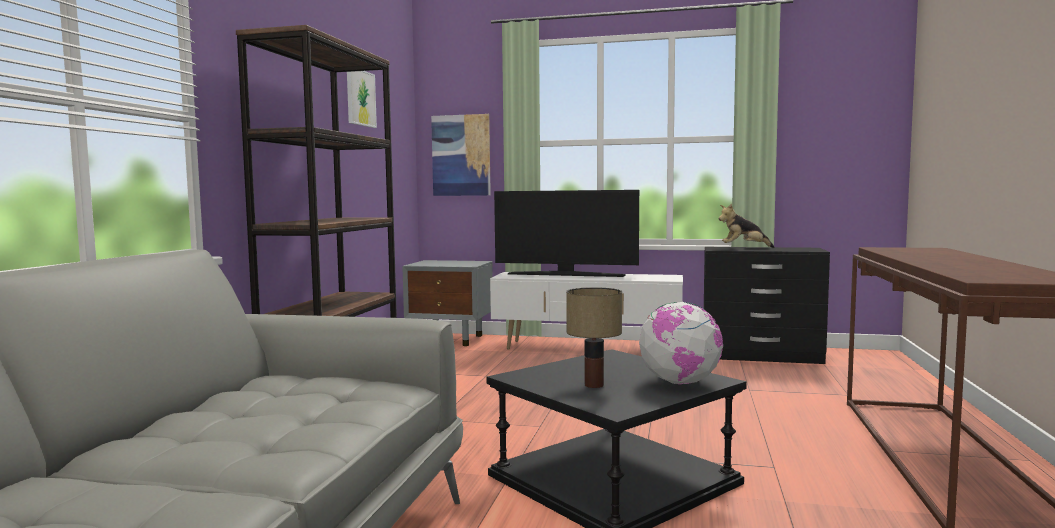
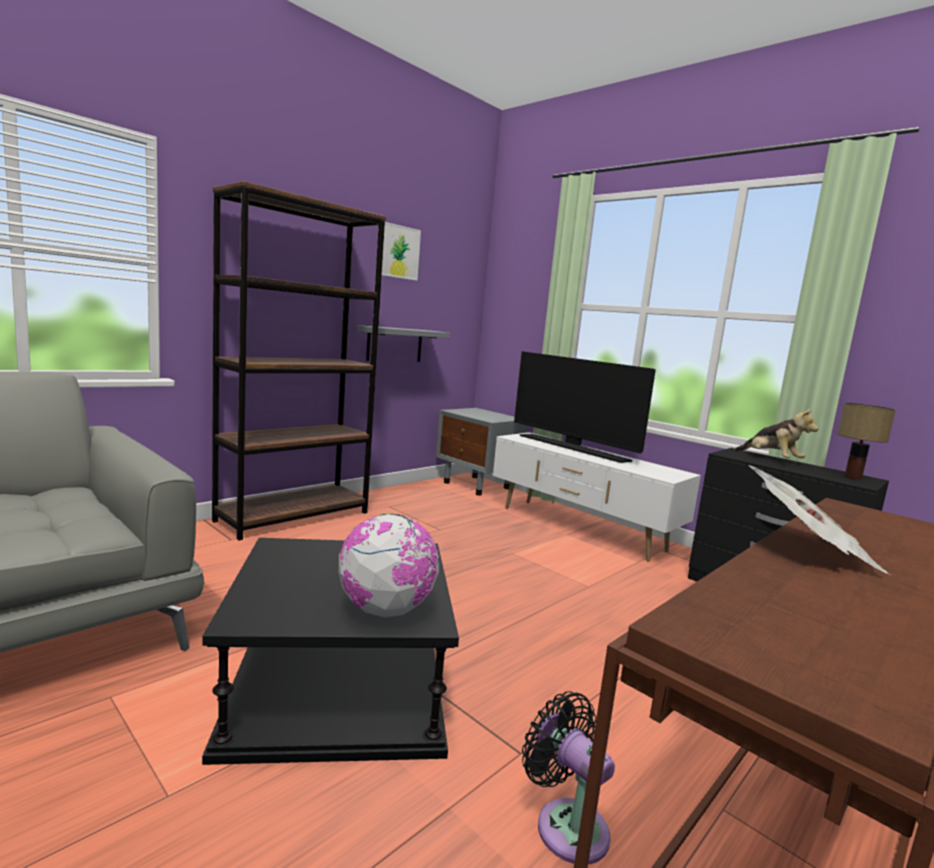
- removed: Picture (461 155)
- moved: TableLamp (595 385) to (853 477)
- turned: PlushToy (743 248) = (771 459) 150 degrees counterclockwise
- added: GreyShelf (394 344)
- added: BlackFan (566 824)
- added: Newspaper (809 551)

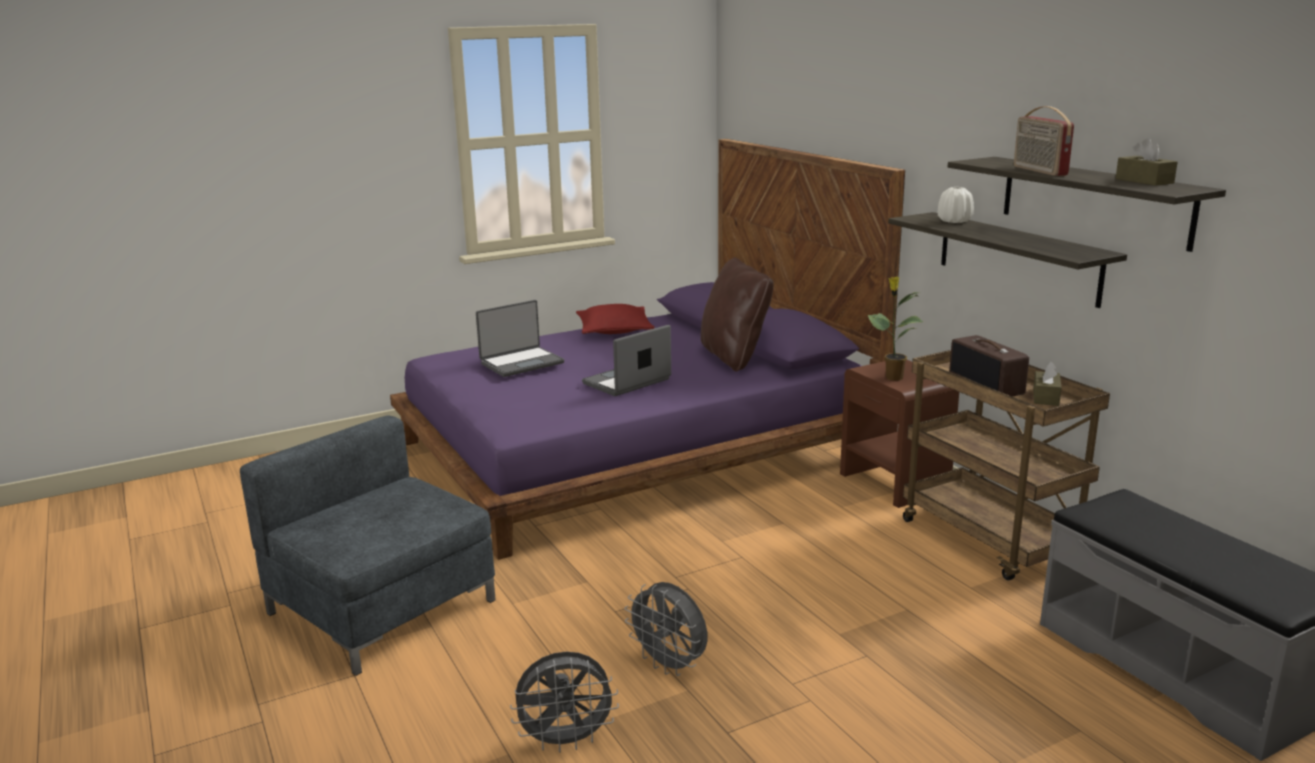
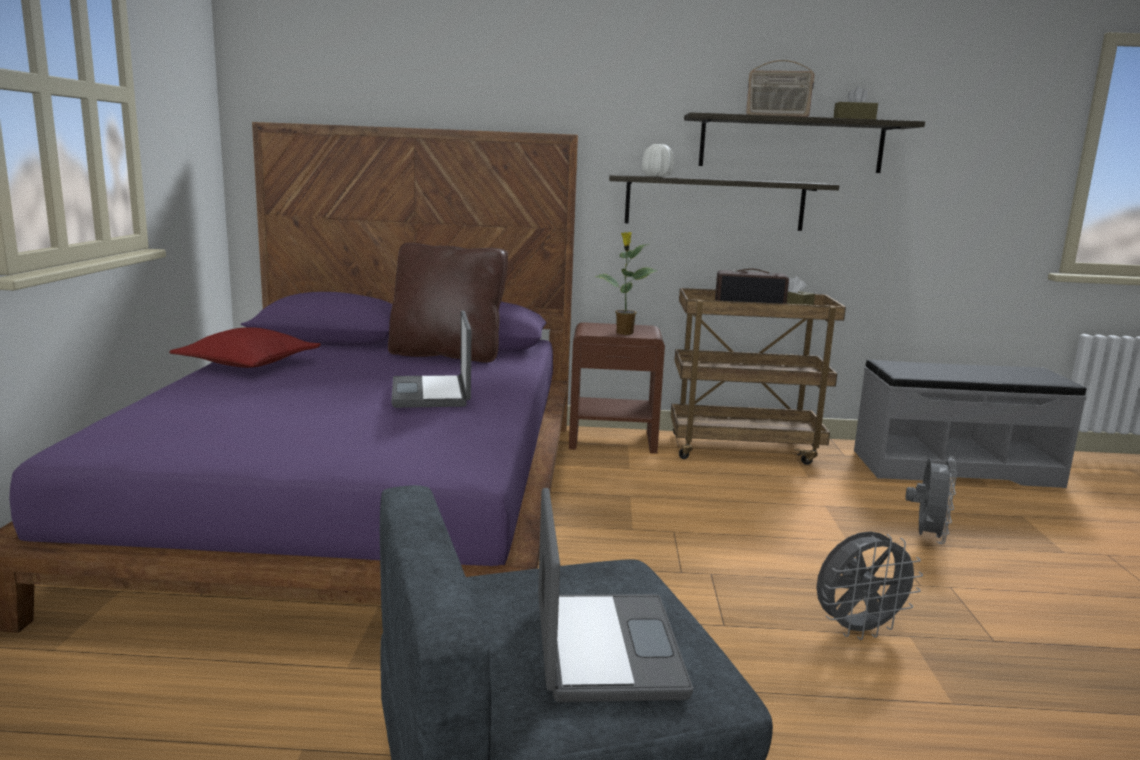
- moved: Laptop (521 363) to (603 648)
- moved: GreyFan (566 741) to (926 537)

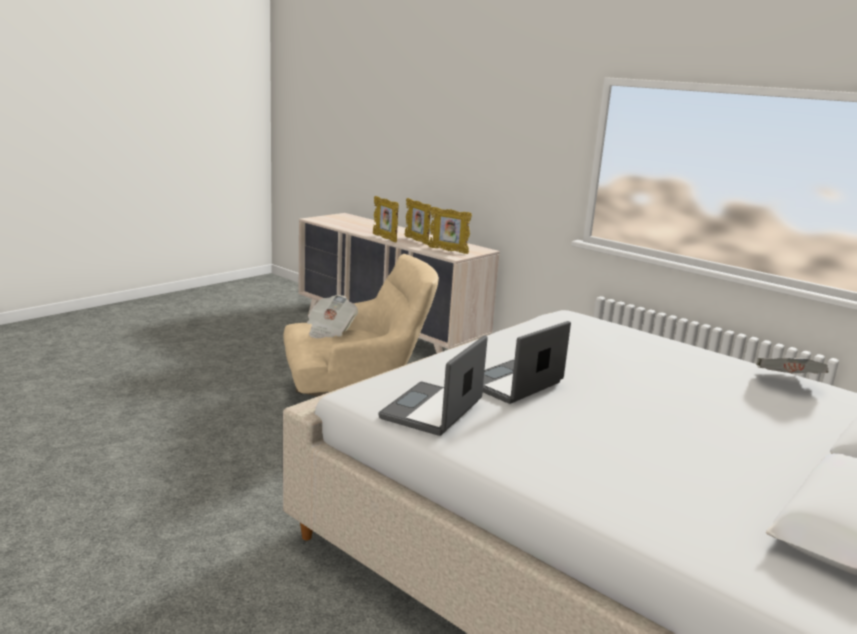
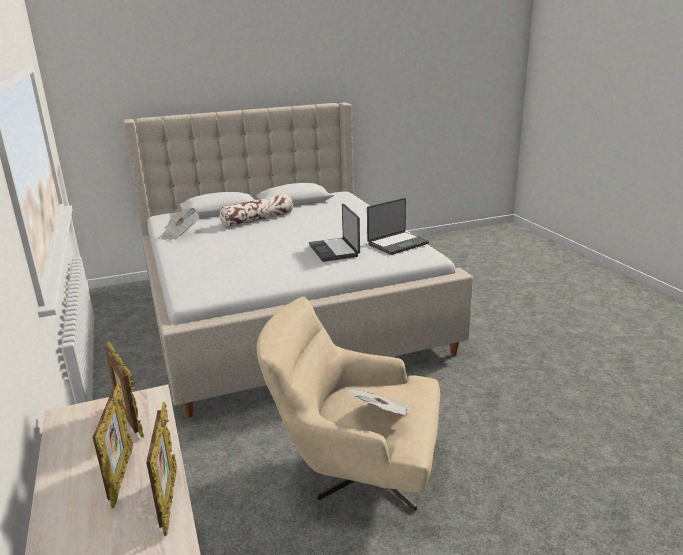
- turned: Laptop (514 384) = (335 250) 90 degrees clockwise
- added: Pillow (258 220)

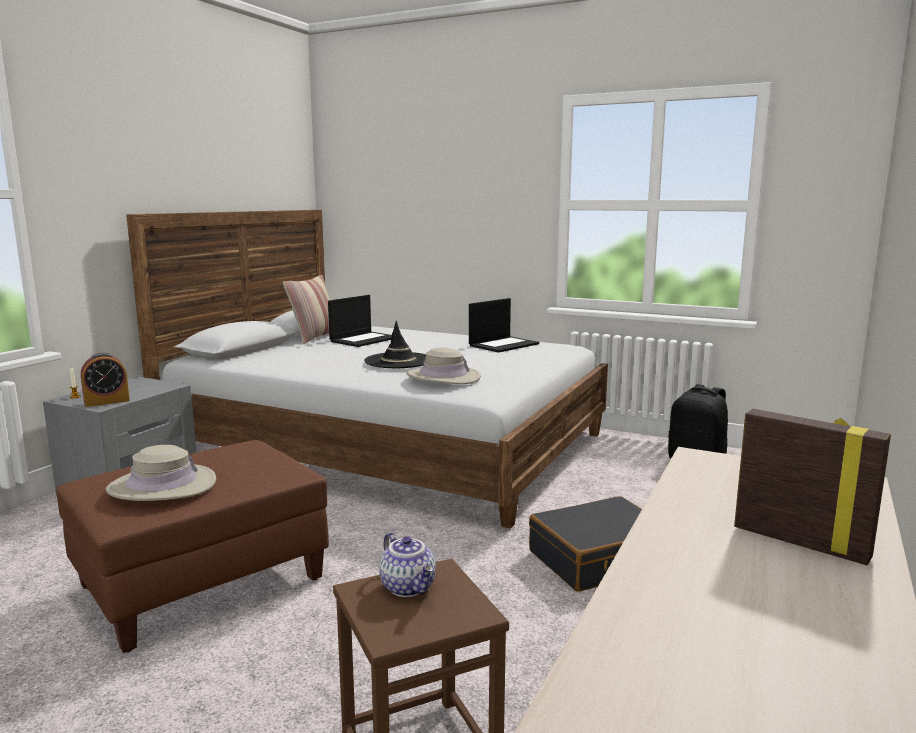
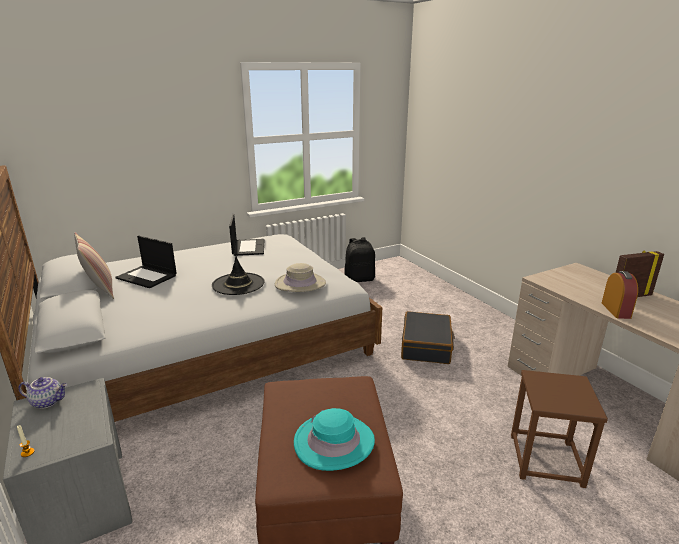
- moved: AlarmClock (107 402) to (615 310)
- recoloured: BeigeHat (162 486) to TurquoiseHat (334 442)
- turned: Laptop (364 339) = (147 277) 135 degrees clockwise
- moved: Teapot (409 587) to (48 401)

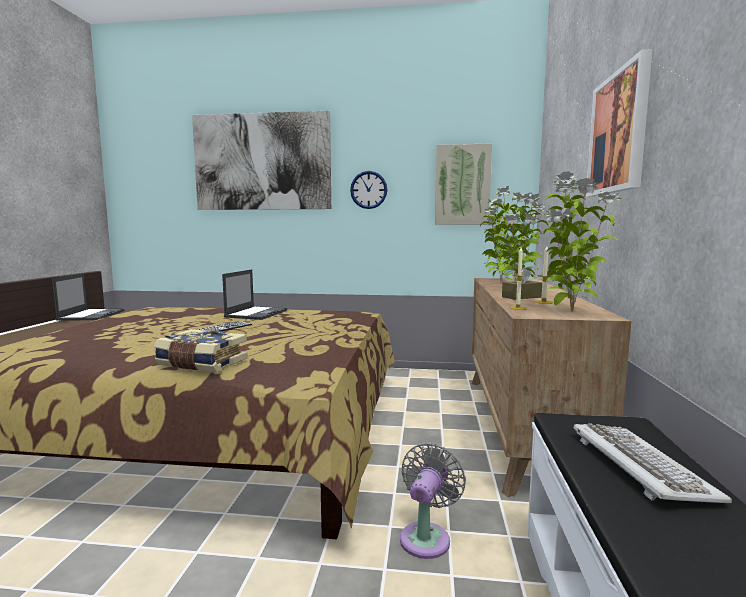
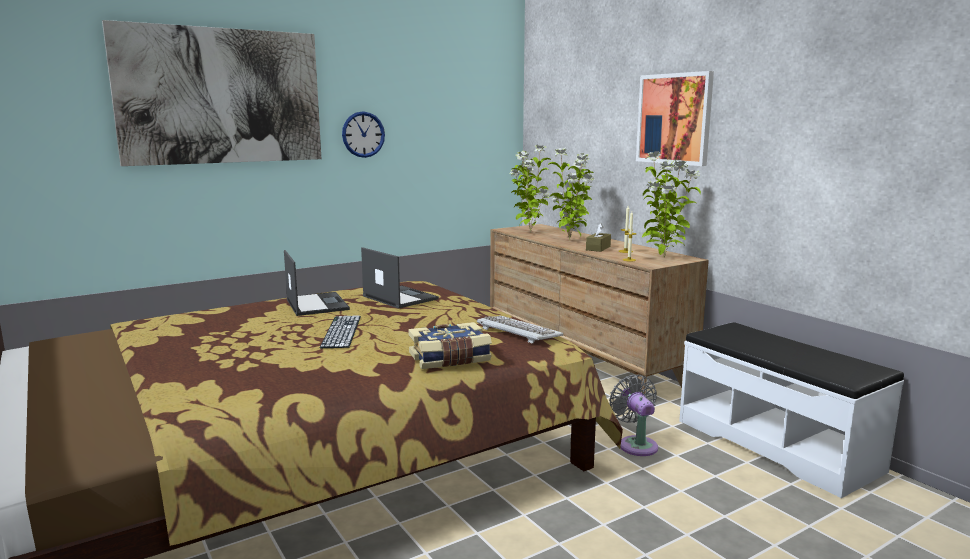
- moved: Laptop (92 315) to (399 297)
- removed: Picture (462 185)
- moved: Keyboard (638 465) to (518 332)

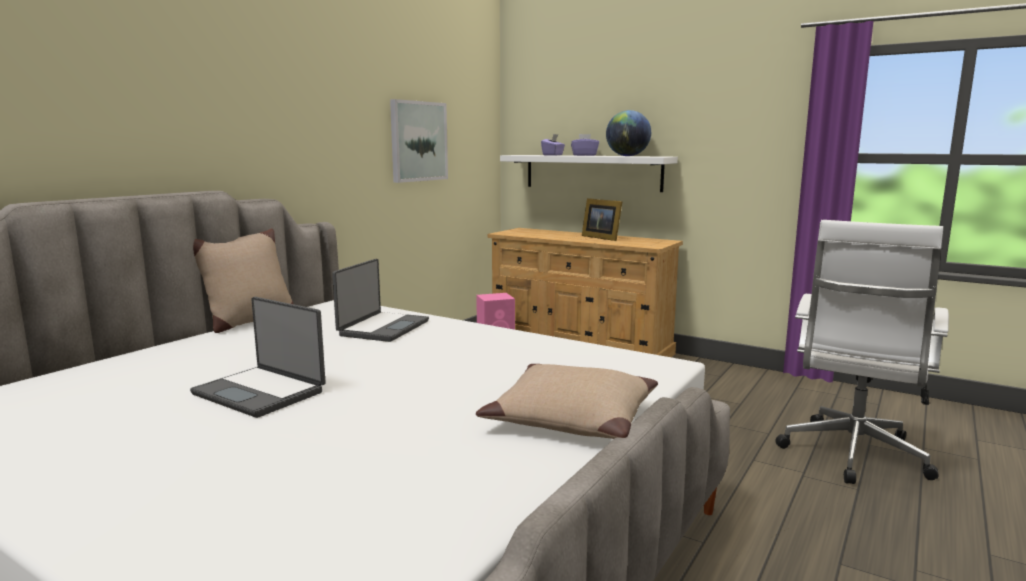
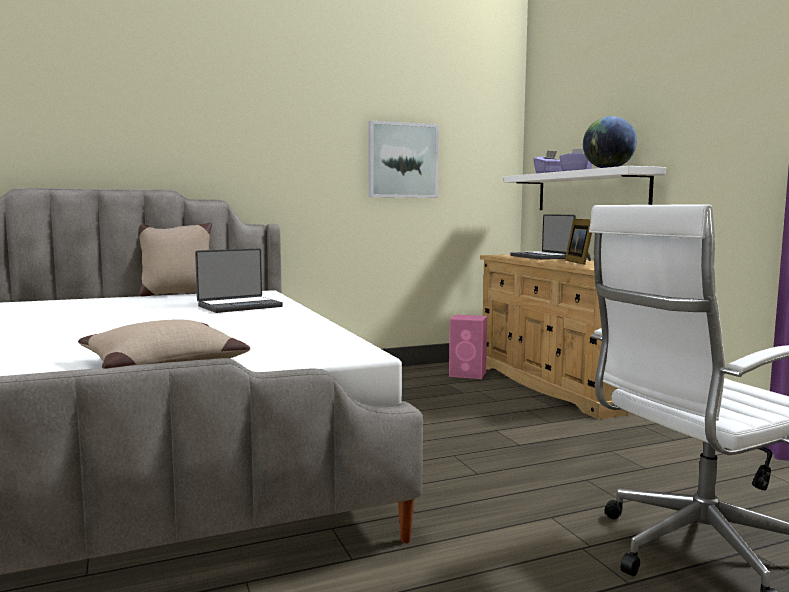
- moved: Laptop (261 392) to (542 257)

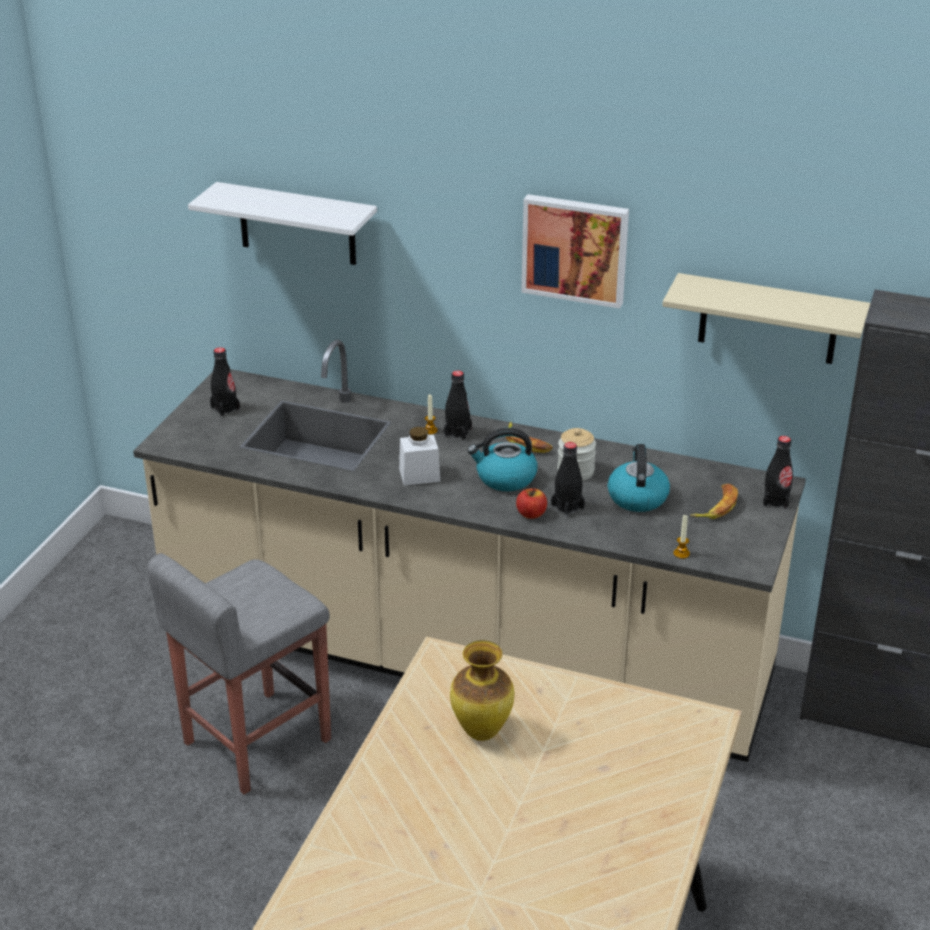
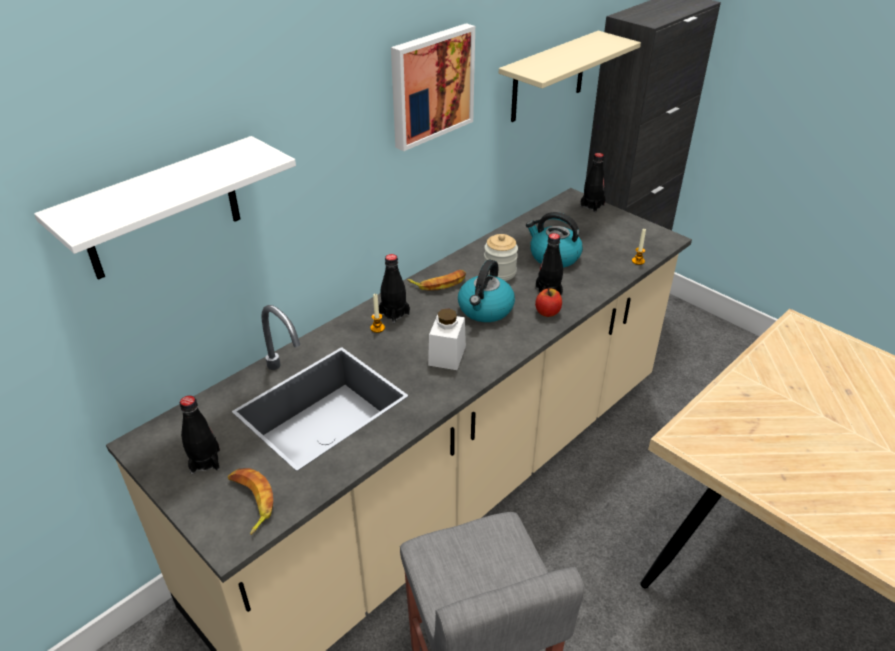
- removed: Vase (481 733)
- moved: Banana (716 506) to (250 502)

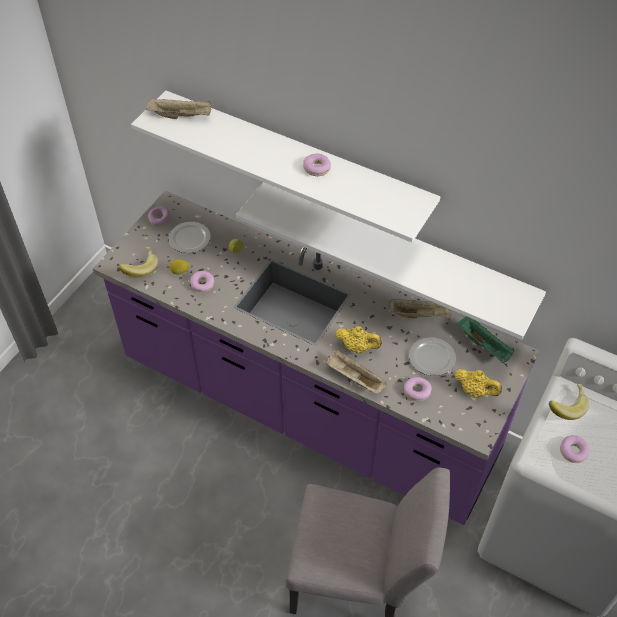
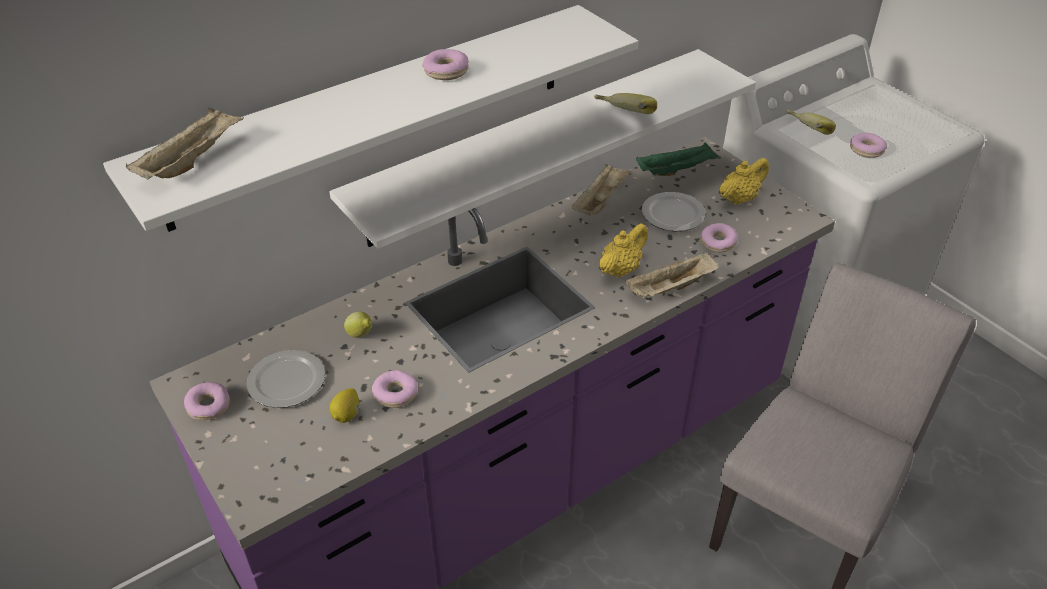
- moved: Banana (140 268) to (622 119)

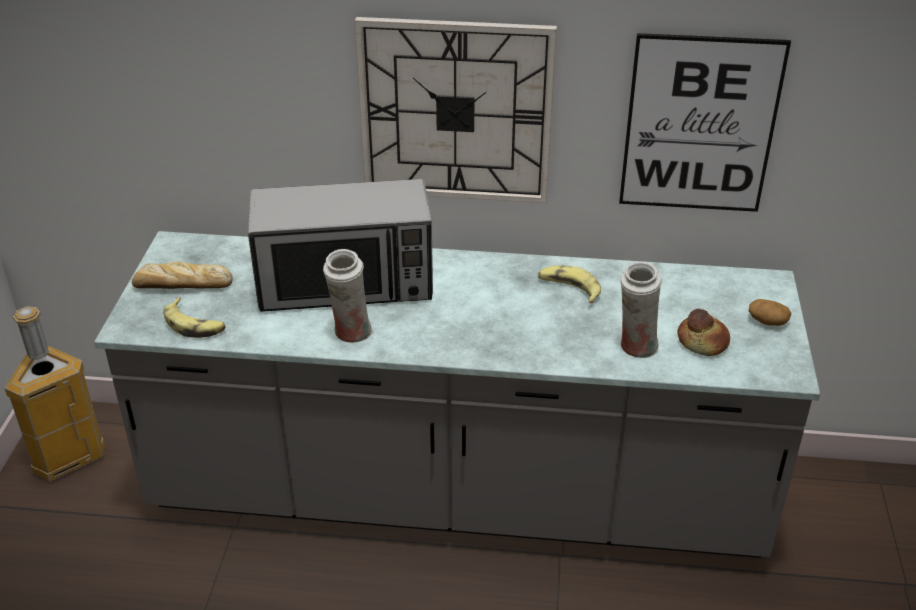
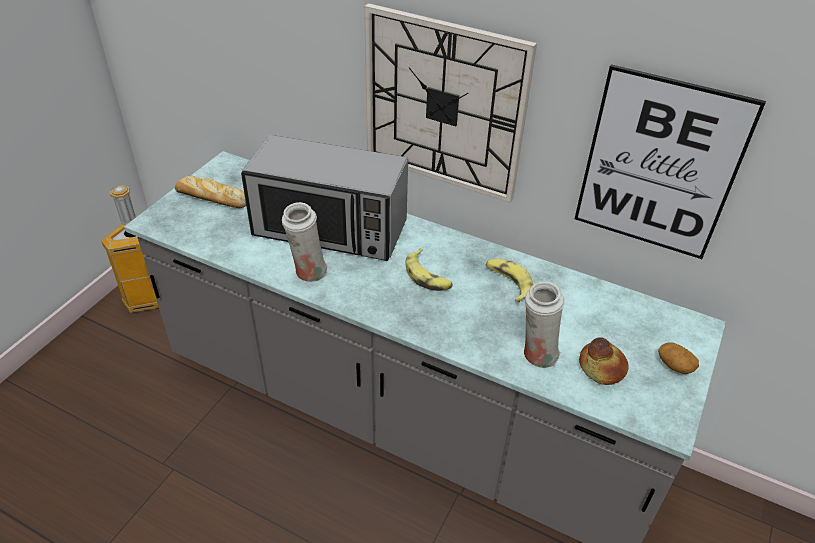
- moved: Banana (194 325) to (428 276)

